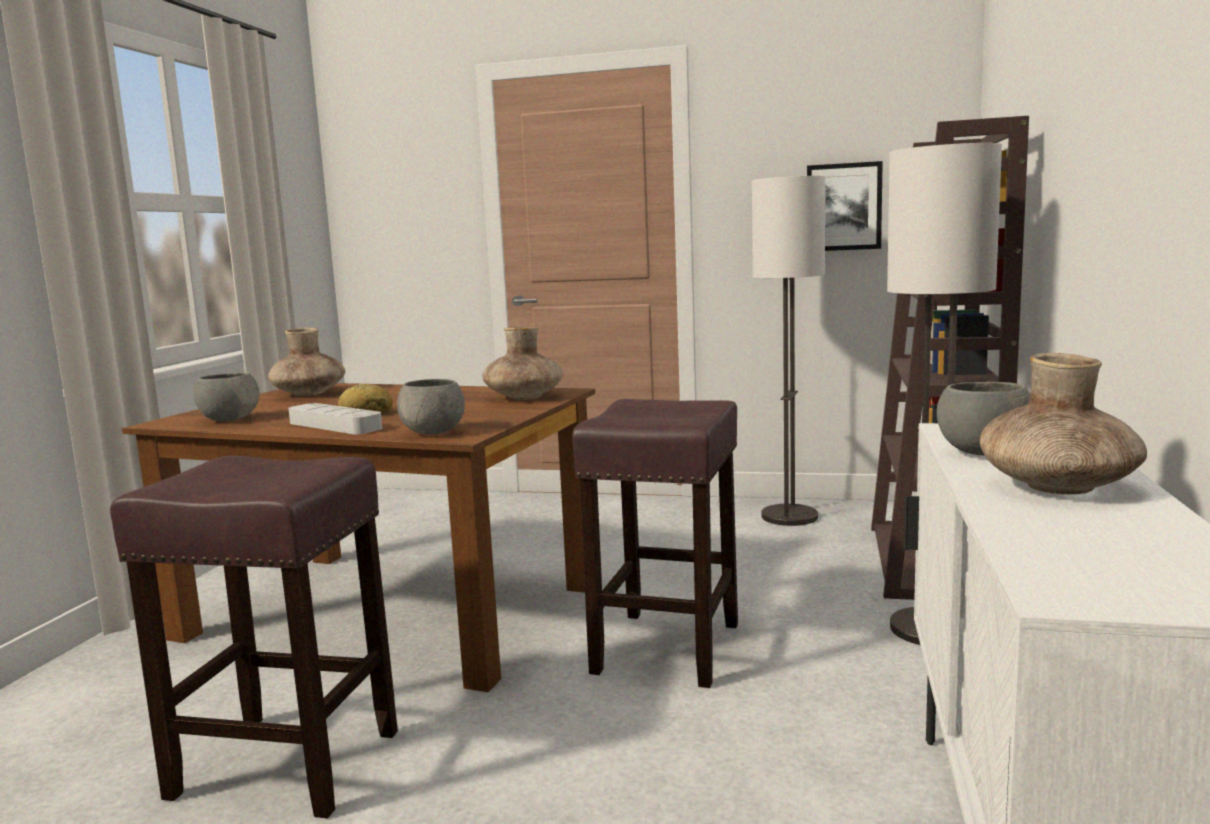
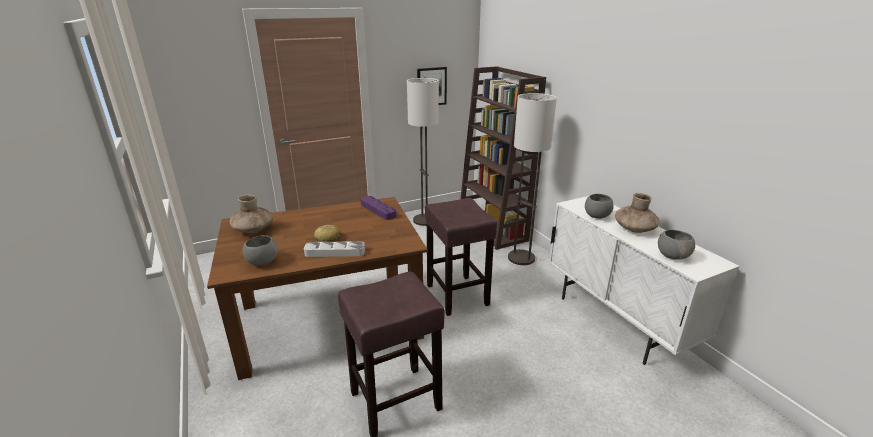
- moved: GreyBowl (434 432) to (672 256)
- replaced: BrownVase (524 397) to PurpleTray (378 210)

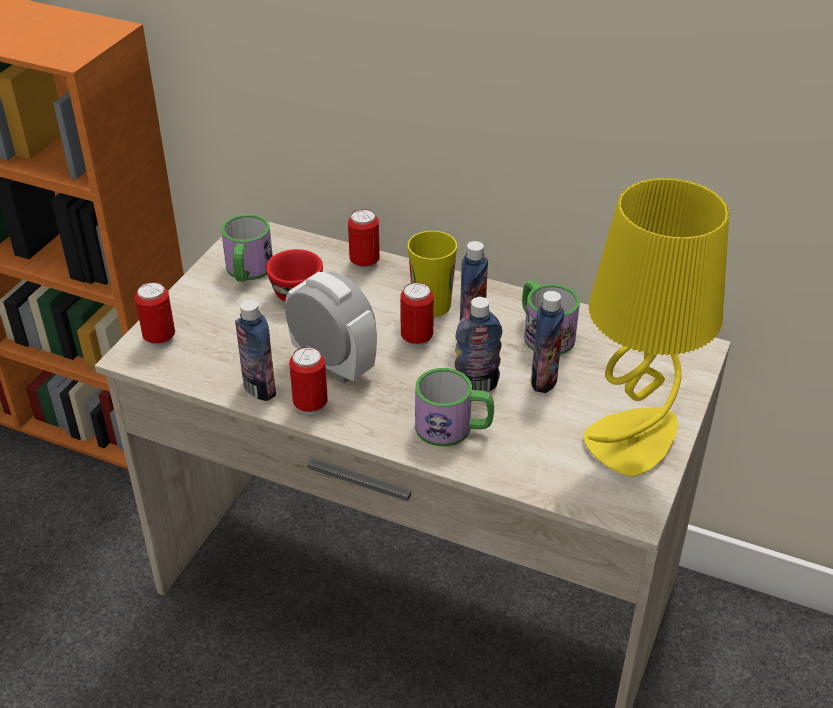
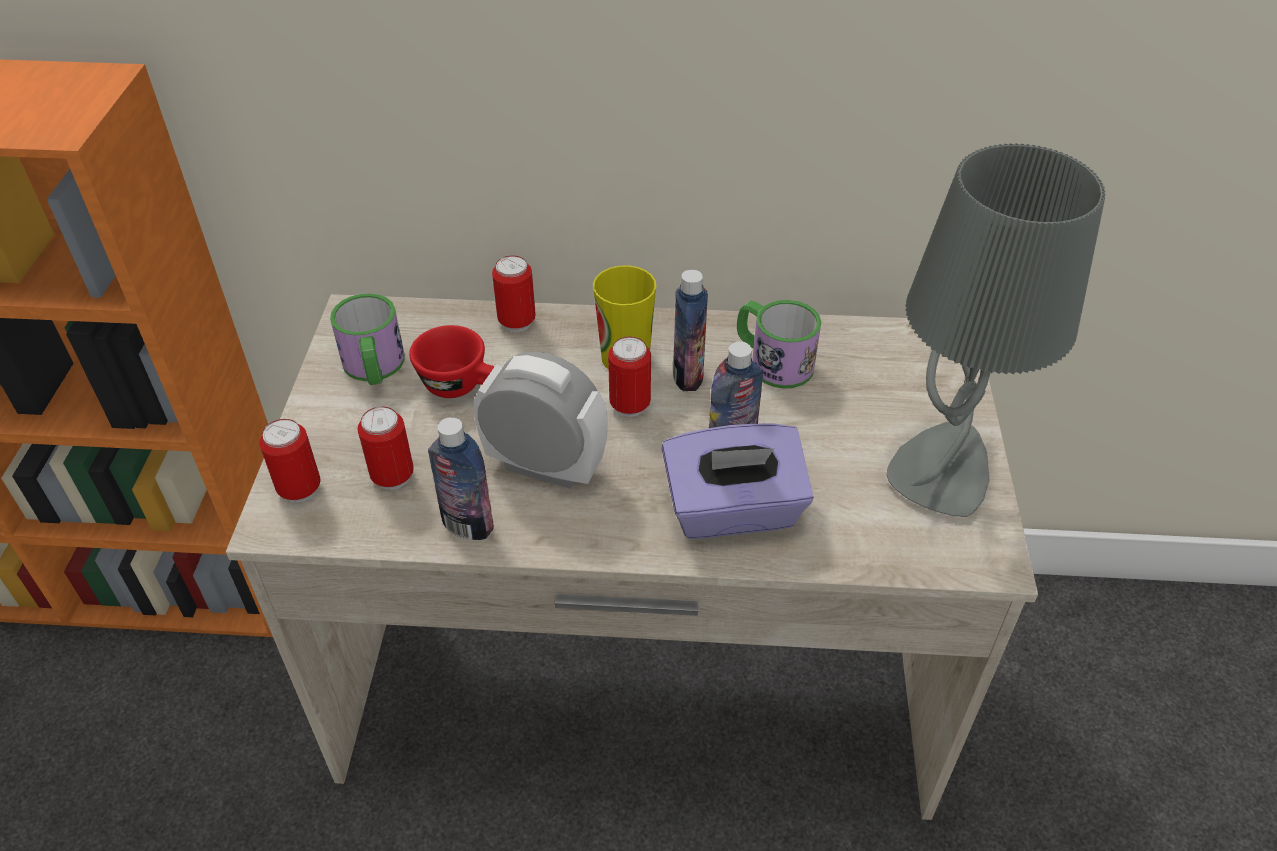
- moved: Can (310 405) to (393 477)
- replaced: Mug (453 428) to PurpleTissueBox (733 511)
- removed: Bottle (544 380)
- recoloured: YellowTableLamp (633 440) to GreyTableLamp (941 469)

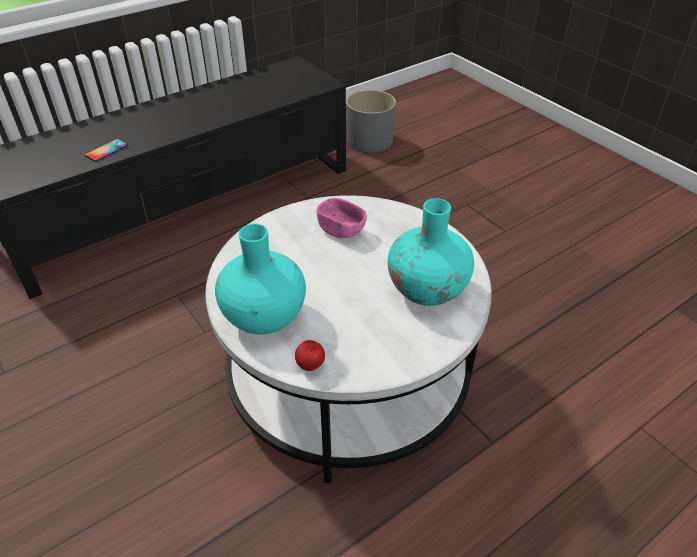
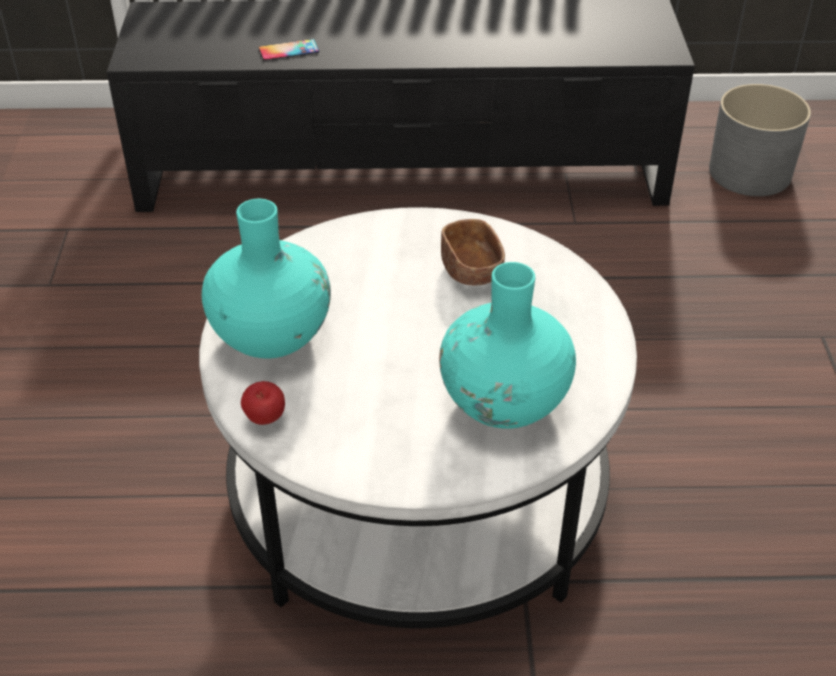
- recoloured: PinkBowl (341 229) to BrownBowl (471 270)

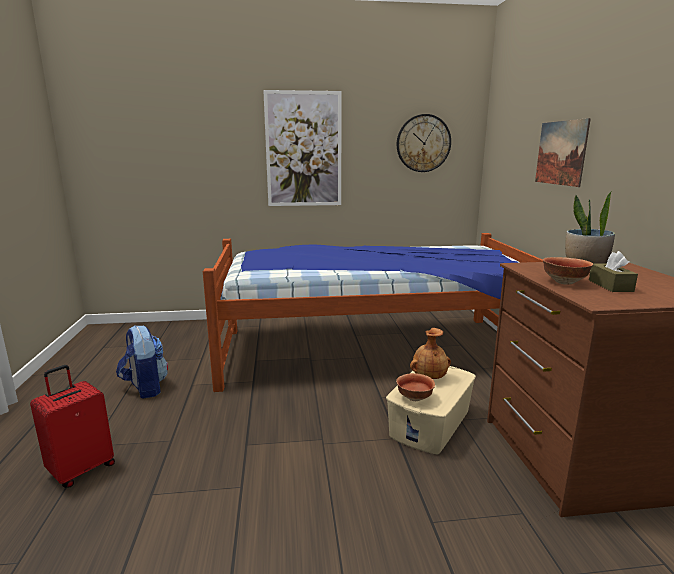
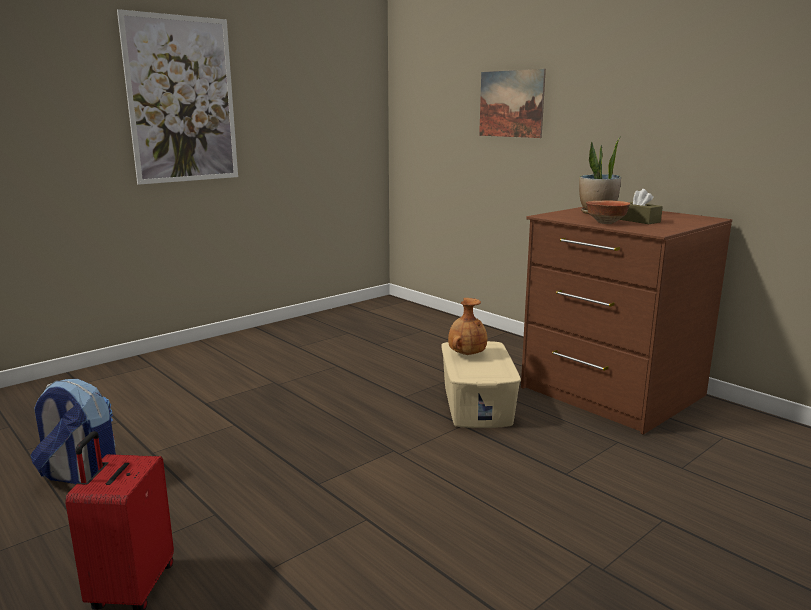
- removed: Bed (369 349)
- removed: Bowl (414 398)
- removed: WallClock (423 143)

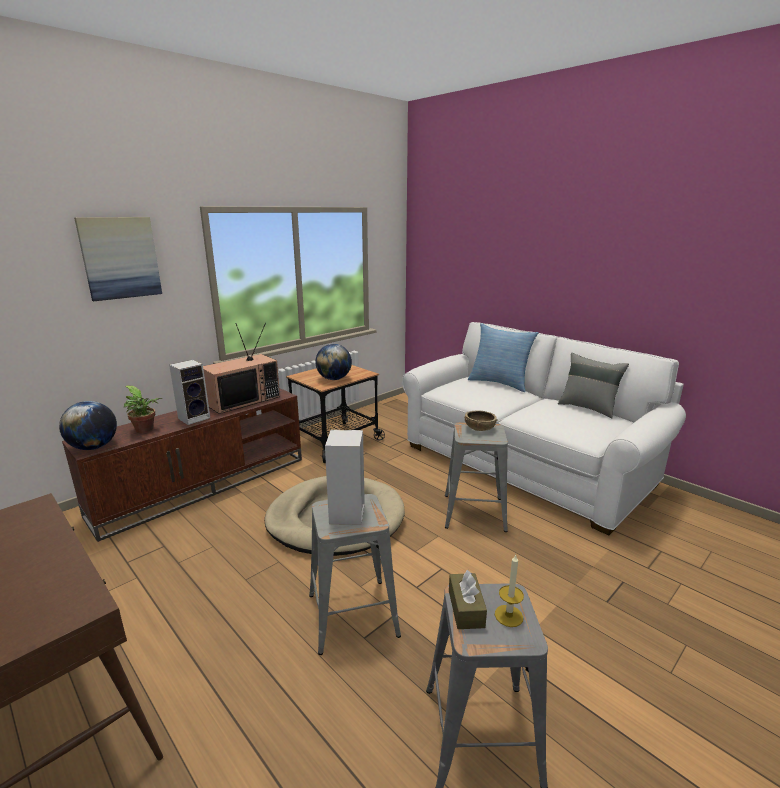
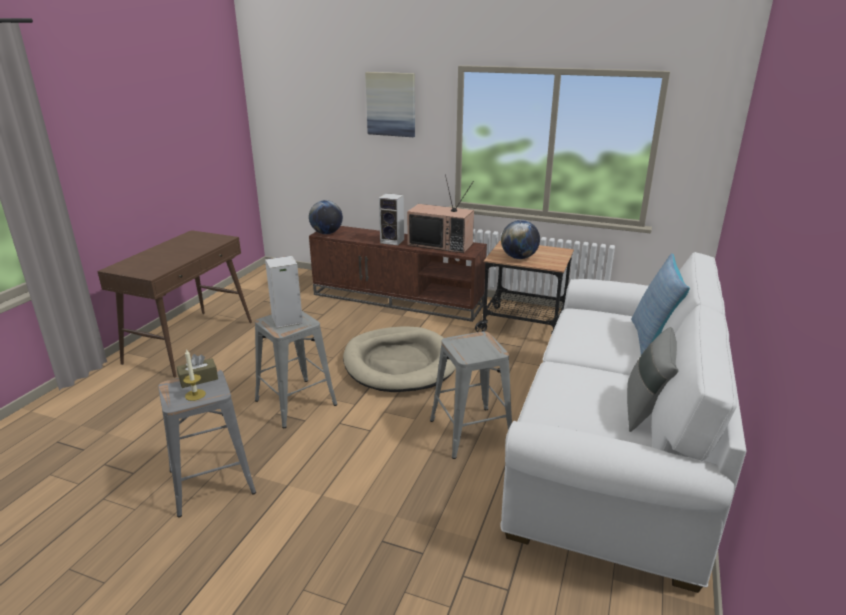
- removed: PottedPlant (146 430)
- removed: BrownBowl (479 428)

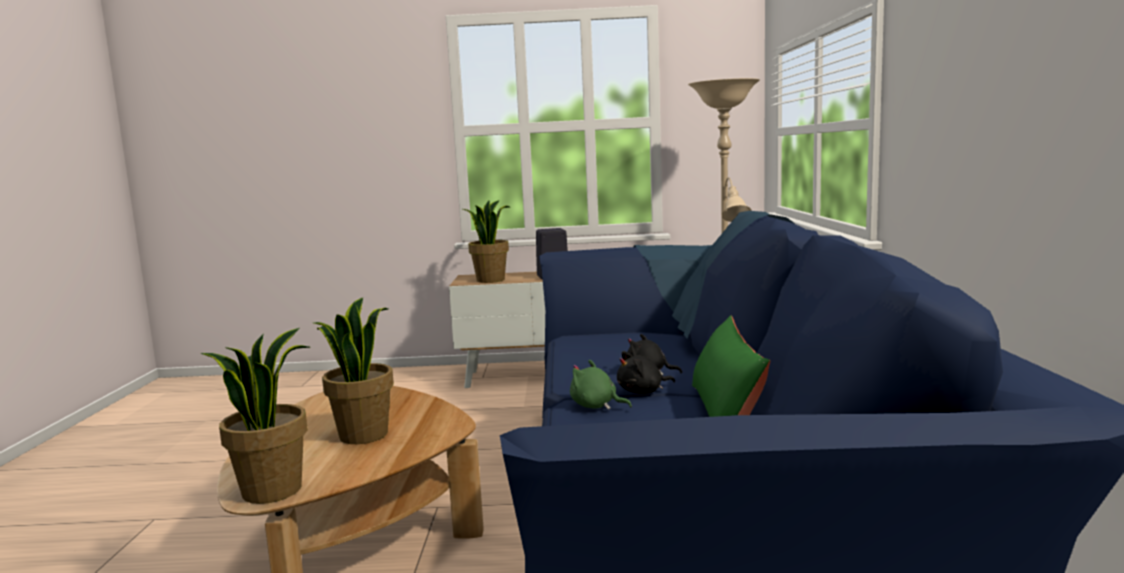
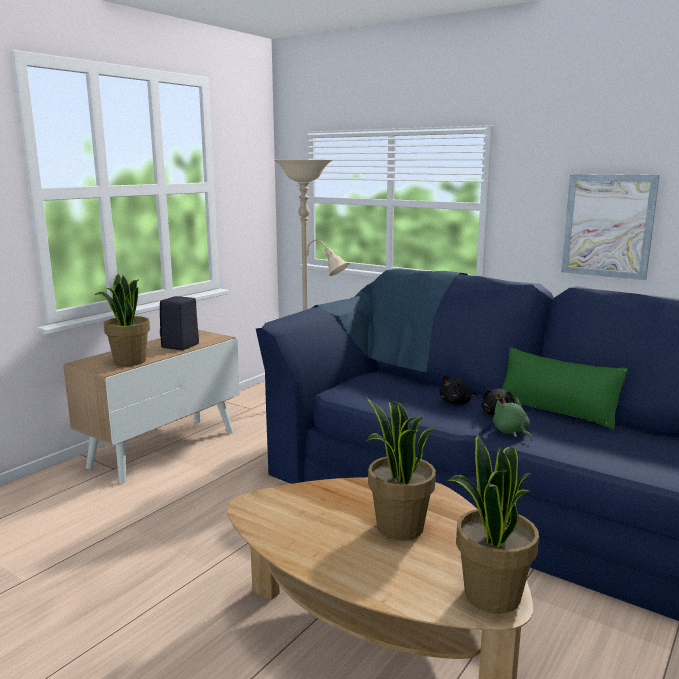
- turned: GreenPlushToy (596 406) = (511 432) 90 degrees clockwise
- added: Picture (608 226)

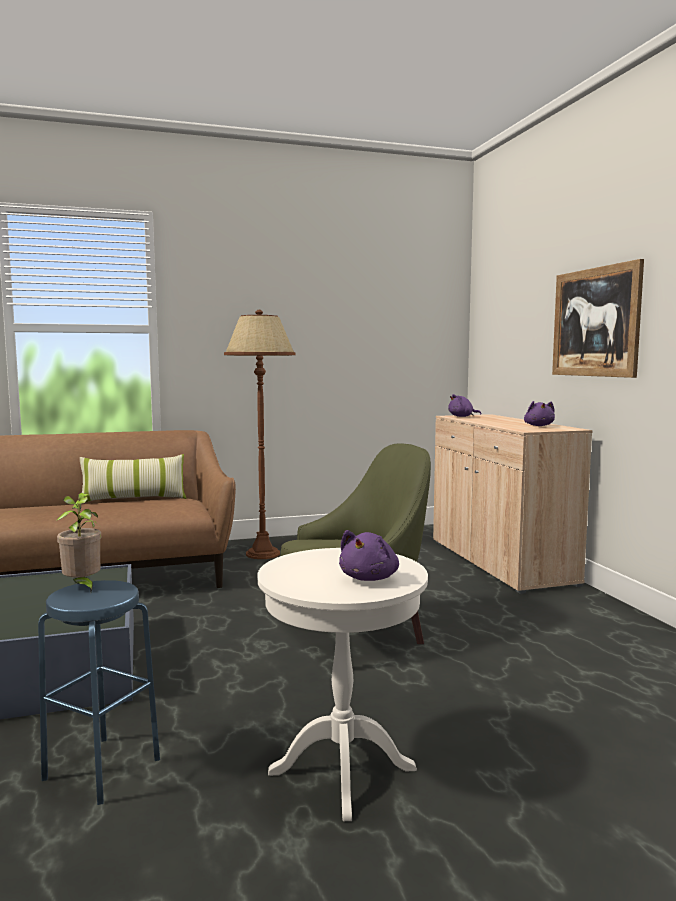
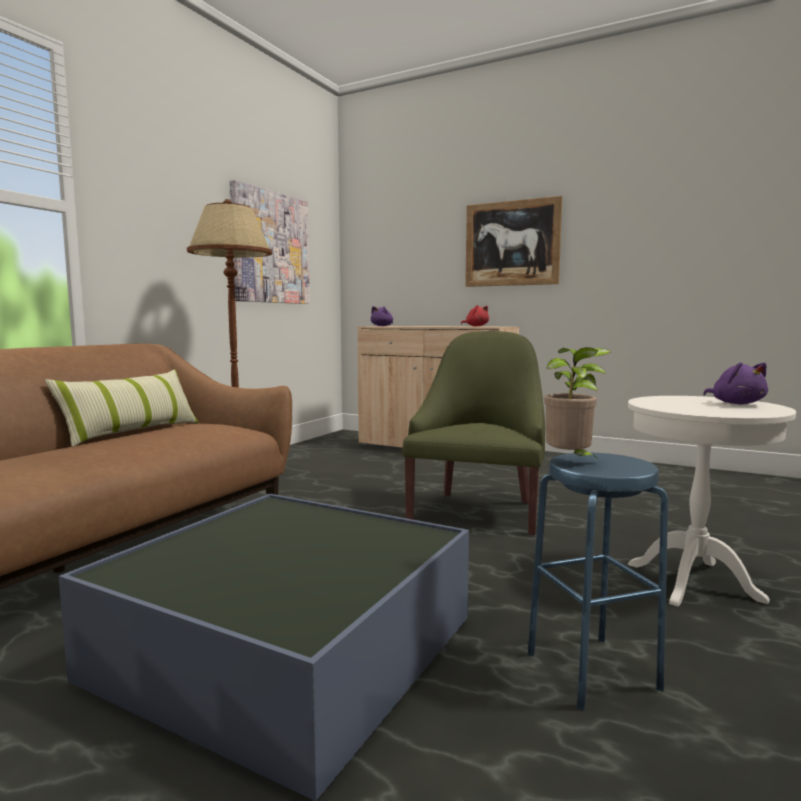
- recoloured: PurplePlushToy (539 426) to RedPlushToy (476 326)
- added: Picture (270 248)

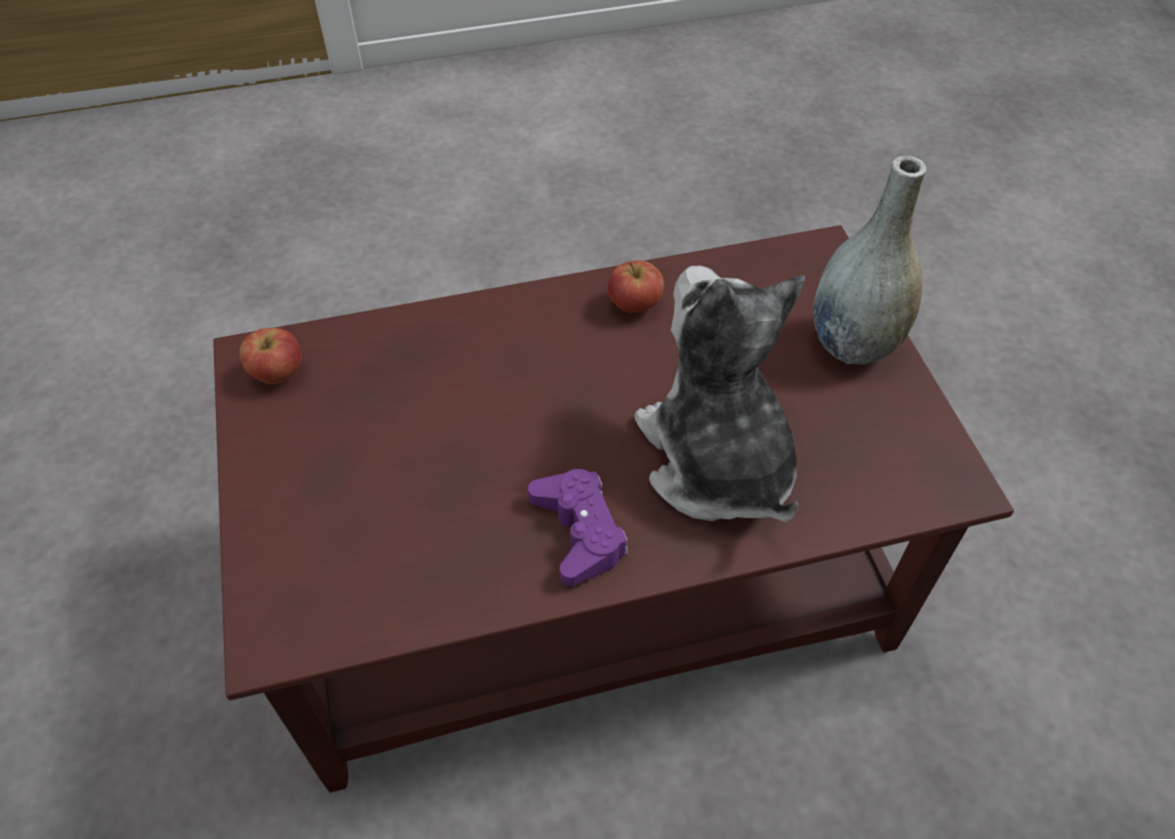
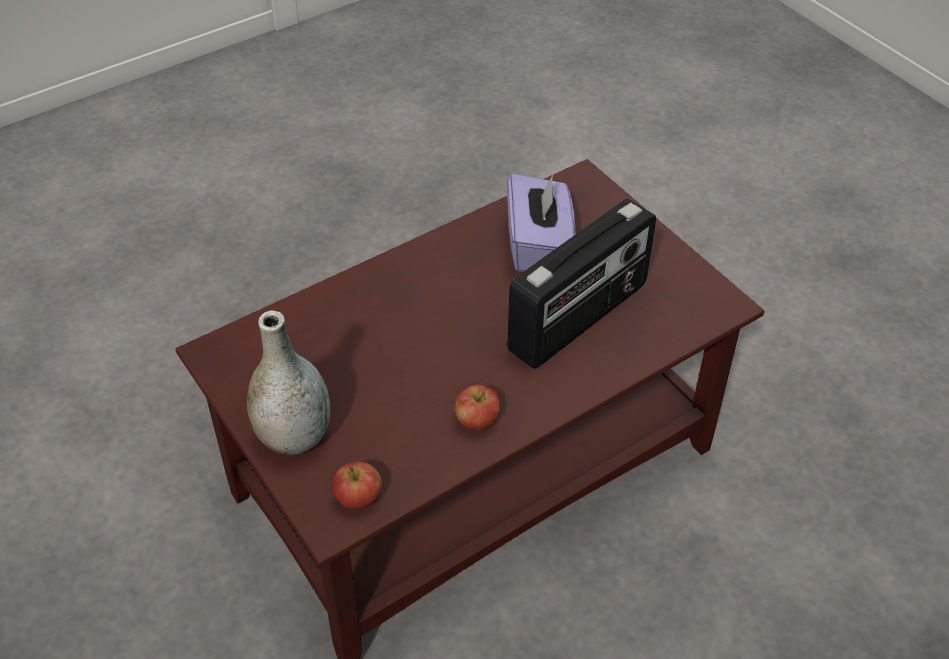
- moved: Apple (277 373) to (359 498)
- removed: PurpleGameController (579 531)
- removed: PlushToy (715 460)
- added: PurpleTissueBox (539 245)
- added: Radio (579 319)

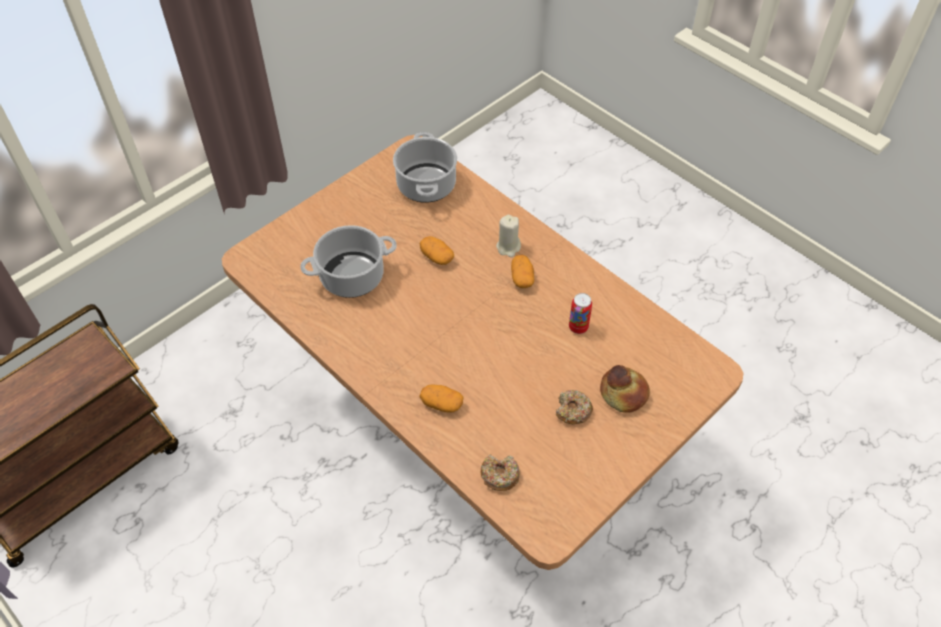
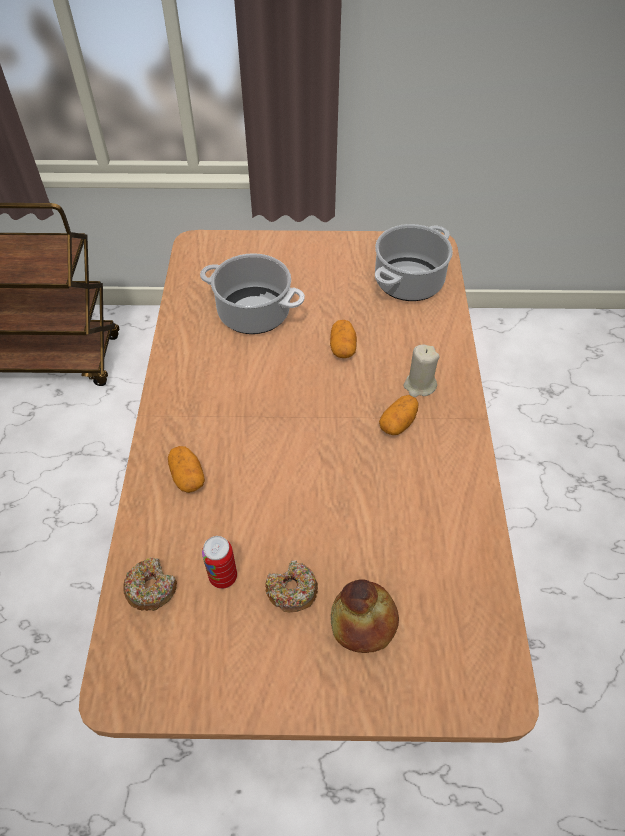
- moved: Can (578 327) to (223 577)

